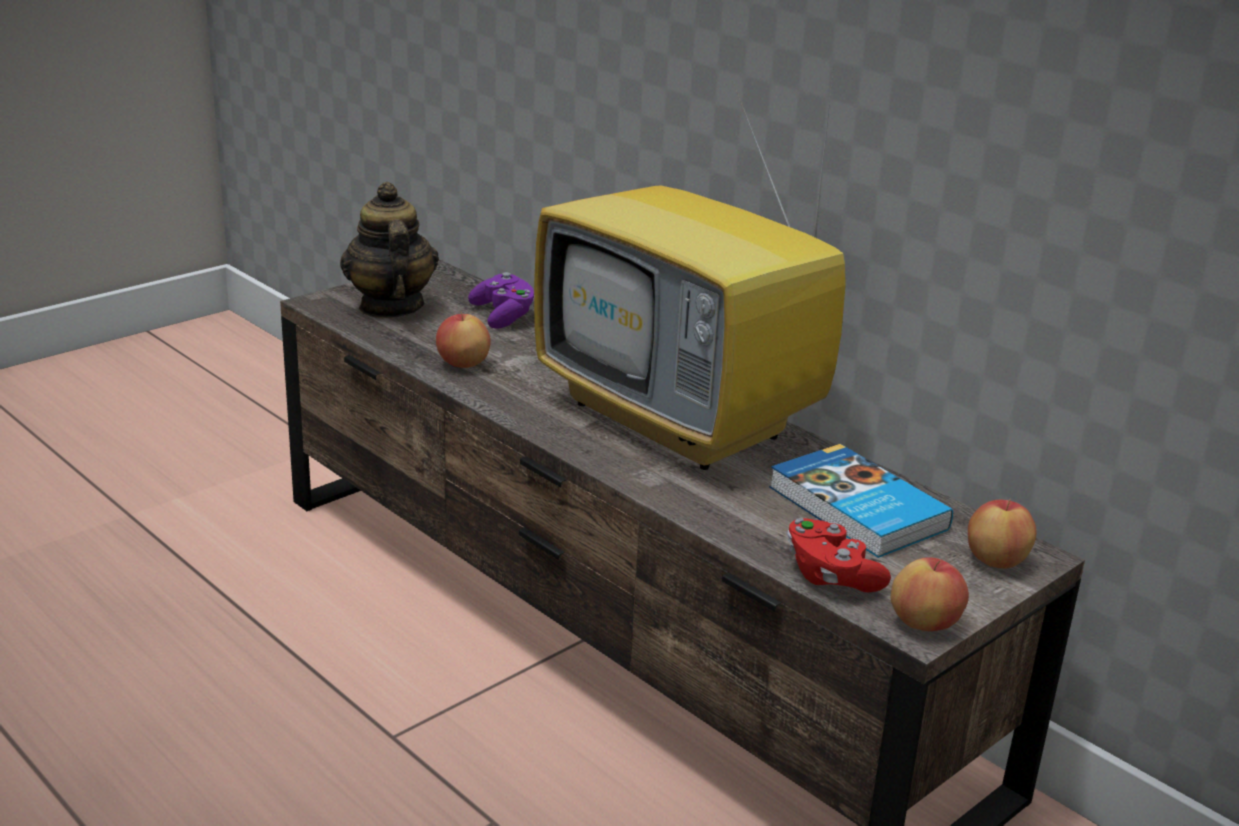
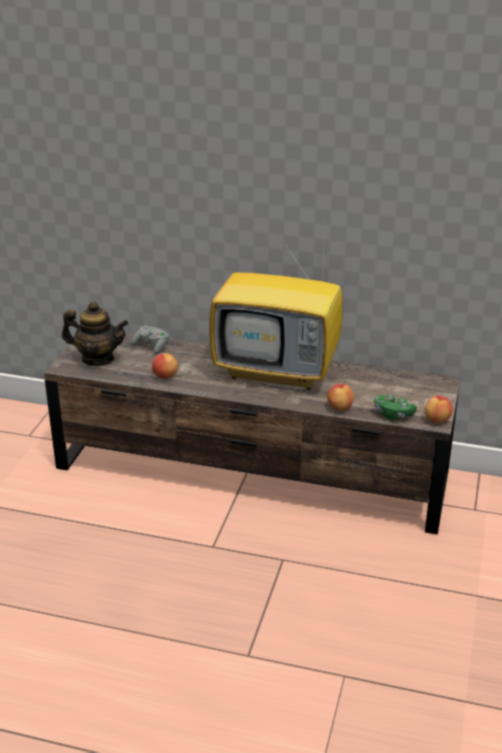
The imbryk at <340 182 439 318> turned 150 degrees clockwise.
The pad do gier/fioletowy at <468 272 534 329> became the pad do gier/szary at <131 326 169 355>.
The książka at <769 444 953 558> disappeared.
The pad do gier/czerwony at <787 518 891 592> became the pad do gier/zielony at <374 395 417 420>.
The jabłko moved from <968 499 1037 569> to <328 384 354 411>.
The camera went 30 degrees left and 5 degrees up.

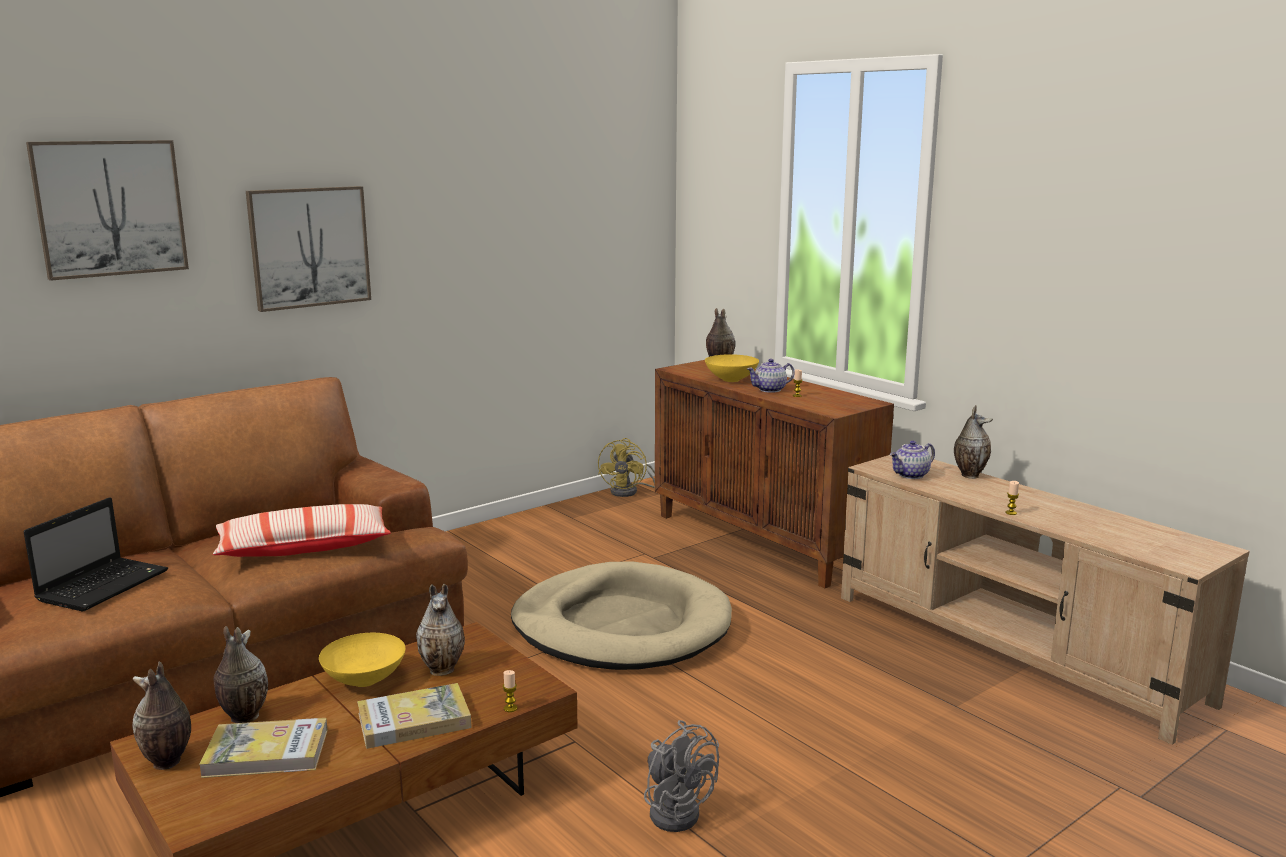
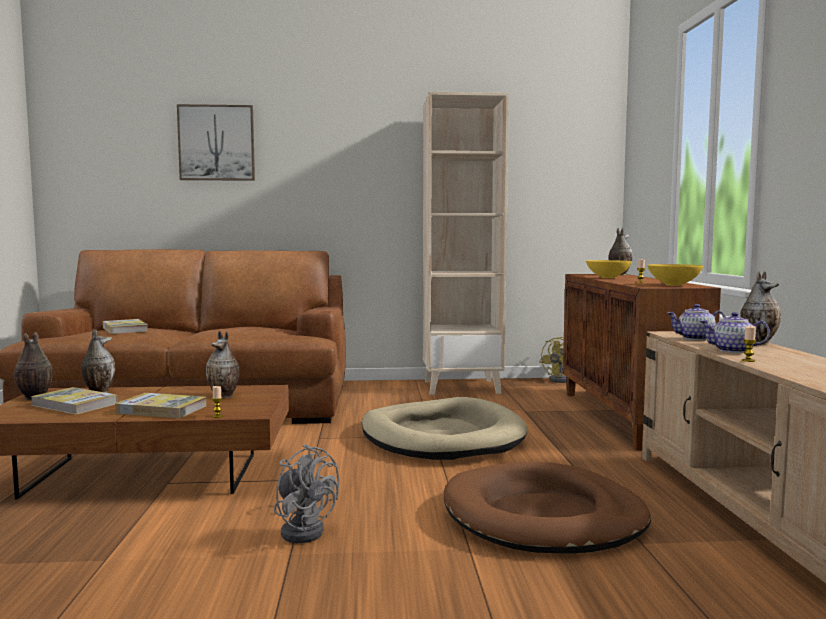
The laptop at <23 497 168 611> was replaced by the książka at <103 319 148 334>.
The poduszka at <213 504 391 557> disappeared.
The obraz at <246 186 371 312> disappeared.
The miska/żółty moved from <319 633 406 687> to <647 264 703 286>.
The wentylator/szary at <644 720 719 832> turned 45 degrees counterclockwise.
The imbryk moved from <747 359 794 393> to <700 312 770 353>.
The regał/beżowy at <423 92 509 395> appeared.
The legowisko/brązowy at <444 462 651 554> appeared.
The camera went 35 degrees right and 10 degrees down.

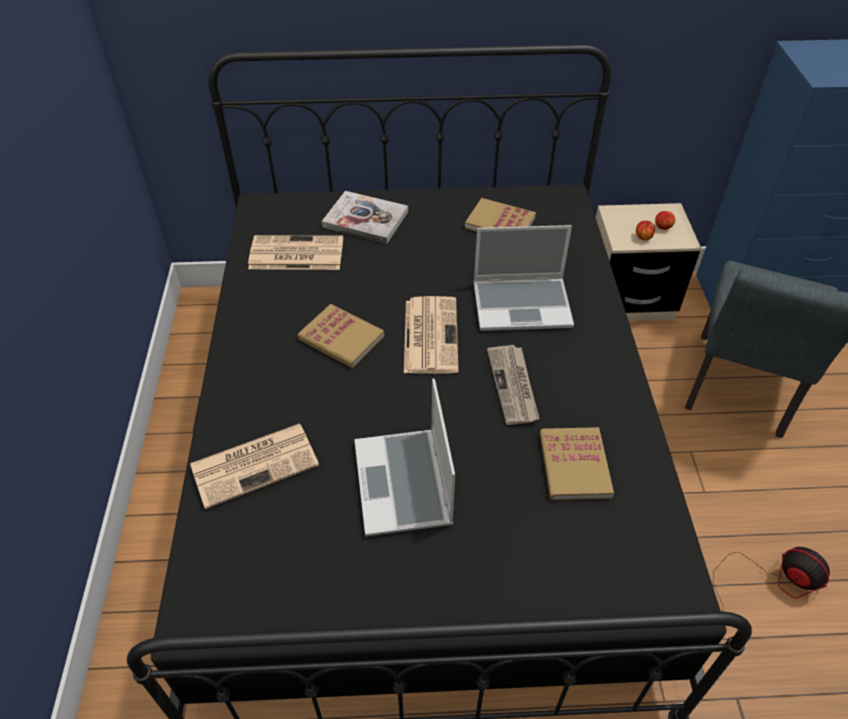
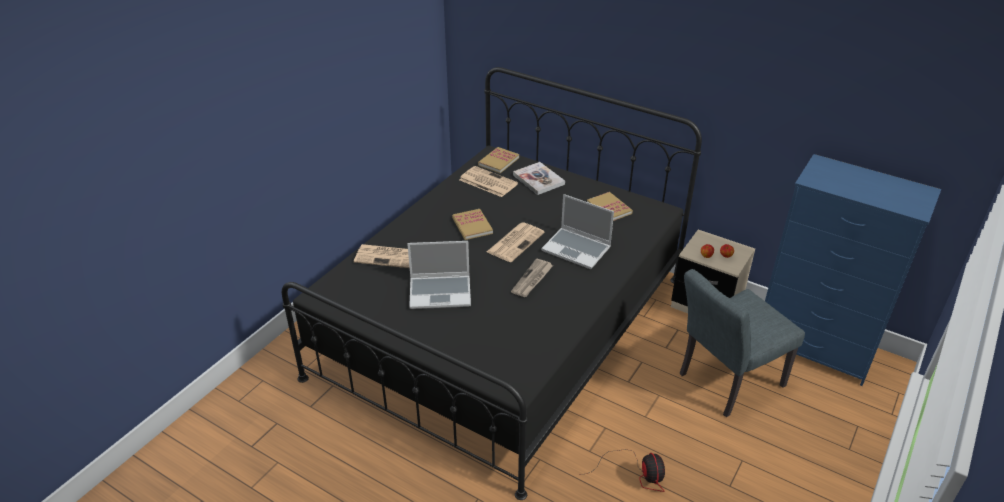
The laptop at <354 378 455 536> turned 120 degrees counterclockwise.
The książka moved from <540 427 614 500> to <478 147 519 173>.
The camera went 35 degrees right and 10 degrees down.

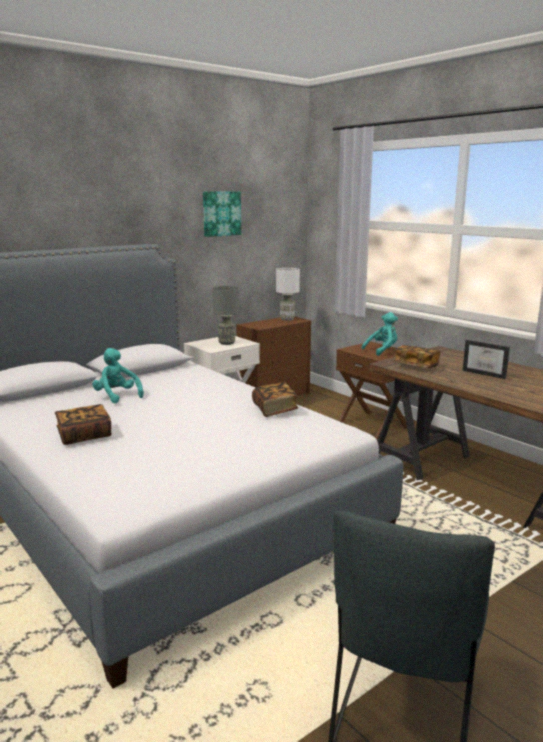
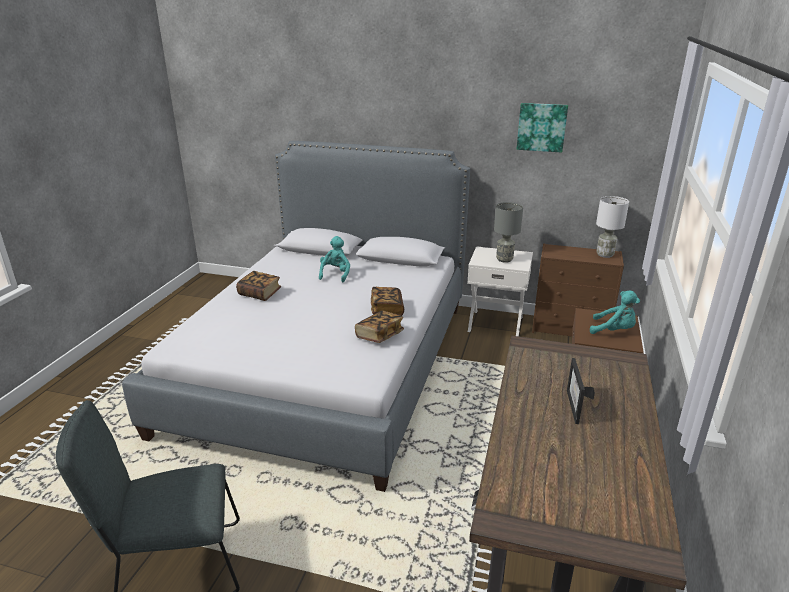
The książka moved from <394 345 440 368> to <371 287 404 316>.
The camera went 55 degrees right and 10 degrees up.

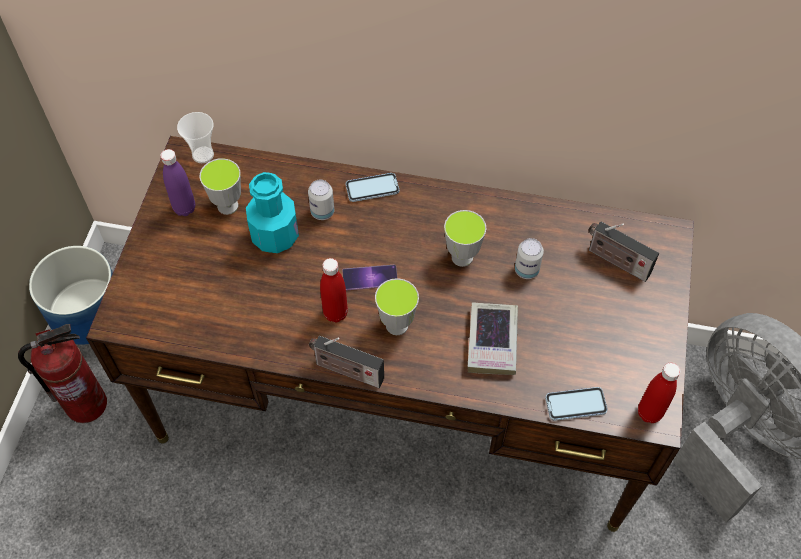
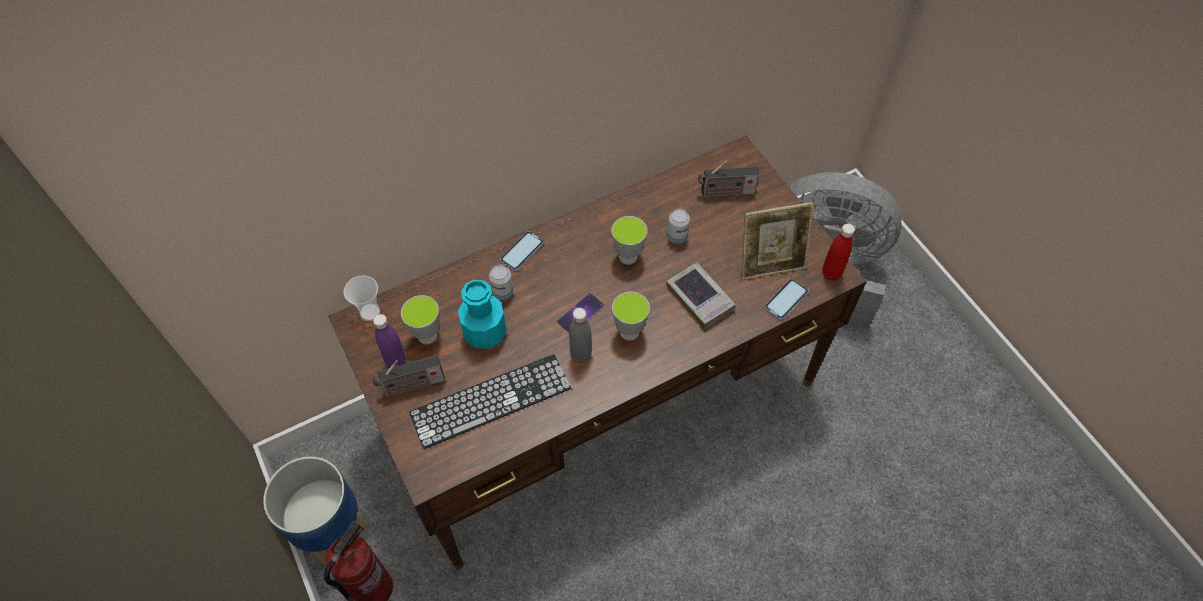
The radio moved from <309 336 384 388> to <373 355 445 397>.
The butelka/czerwony at <320 258 348 323> became the butelka/szary at <569 308 592 363>.
The klawiatura at <409 354 571 449> appeared.
The ramka na zdjęcie at <741 202 814 280> appeared.
The camera went 40 degrees left and 0 degrees up.

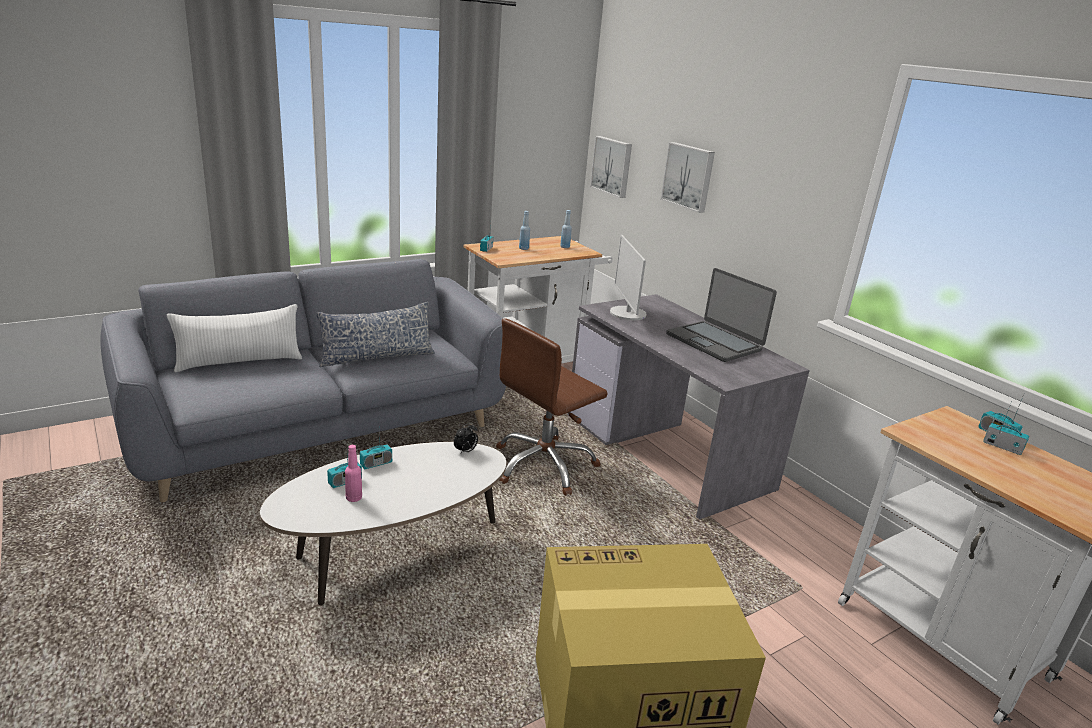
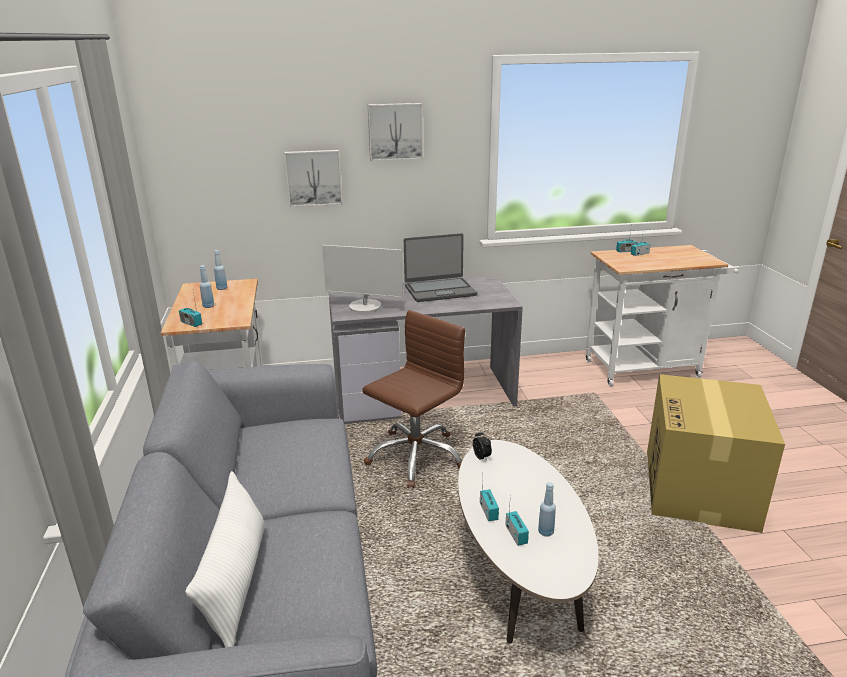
The poduszka at <316 302 435 367> disappeared.
The butelka/różowy at <345 445 362 502> became the butelka/niebieski at <538 482 556 537>.
The krzesło biurowe/brązowy at <496 318 608 496> turned 120 degrees counterclockwise.
The obraz moved from <590 136 632 198> to <368 103 423 161>.
The camera went 65 degrees left and 0 degrees up.

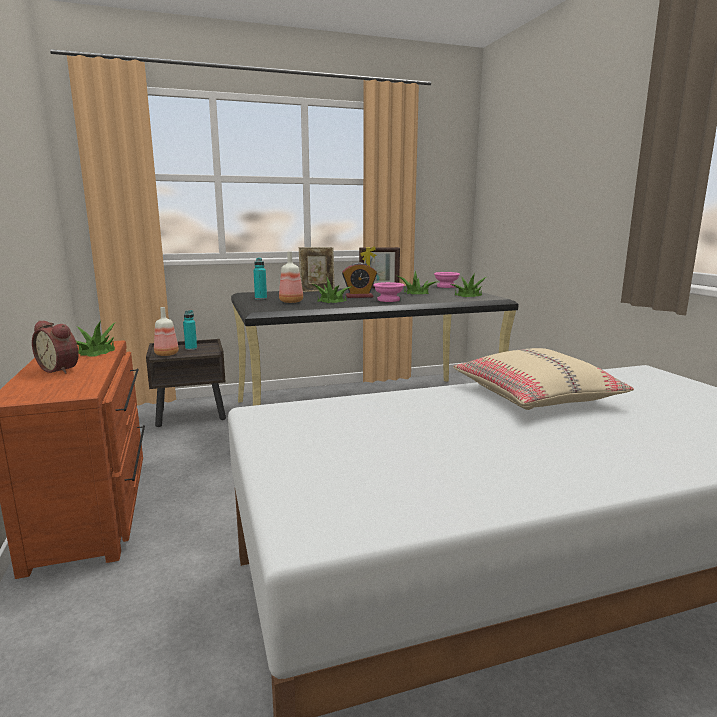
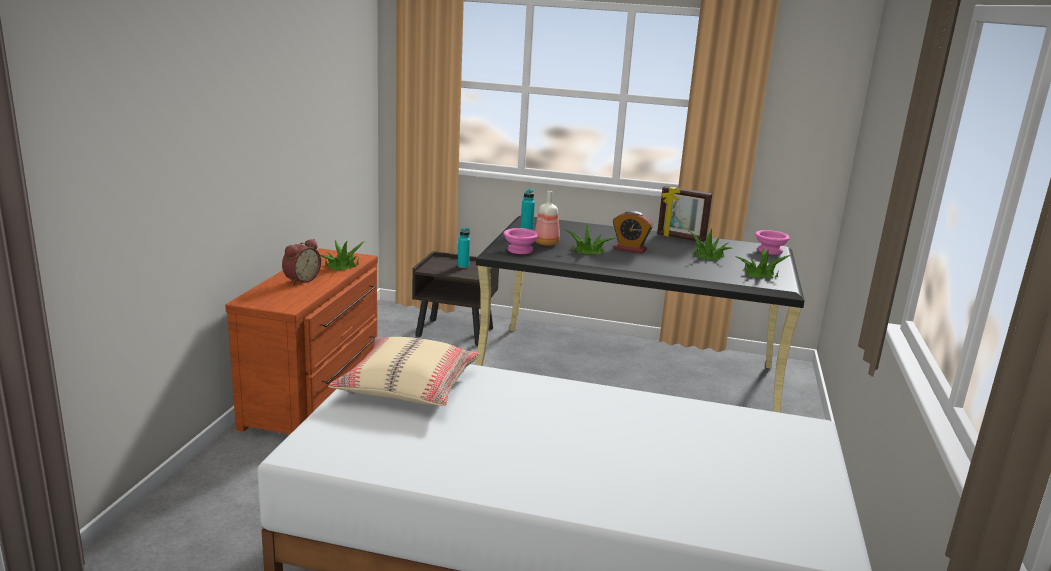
The budzik at <32 320 79 374> turned 120 degrees counterclockwise.
The butelka at <154 307 179 356> disappeared.
The ramka na zdjęcie at <299 247 335 292> disappeared.
The miska/różowy moved from <373 282 405 302> to <504 228 539 254>.
The poduszka/beżowy moved from <453 348 634 410> to <328 337 480 406>.
The camera went 30 degrees right and 5 degrees up.

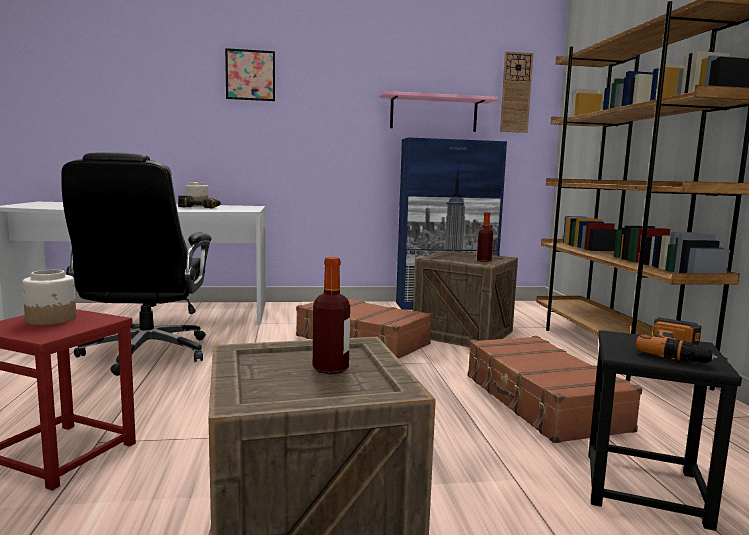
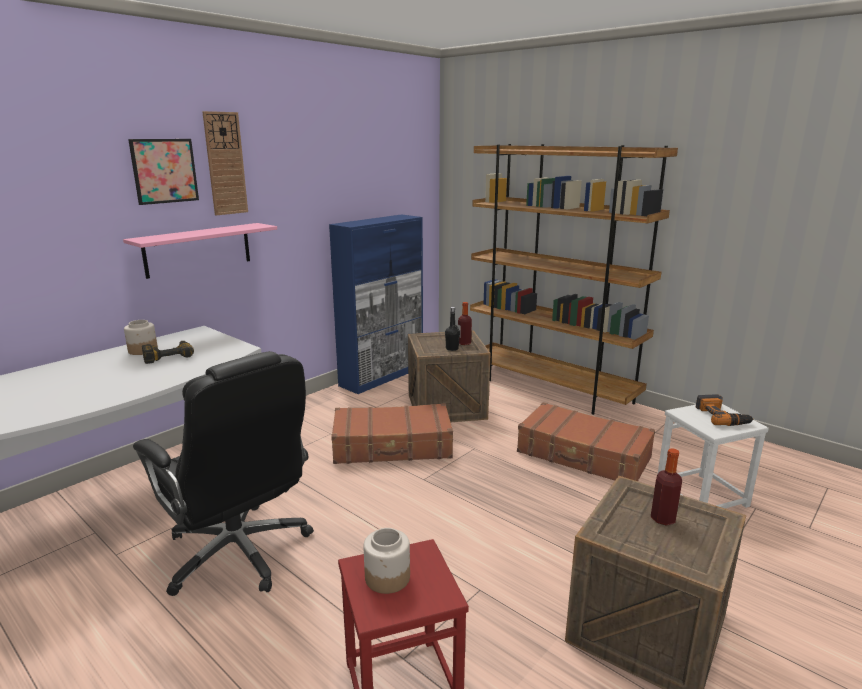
The półka/różowy moved from <379 91 499 132> to <123 223 277 279>.
The zegar ścienny moved from <500 51 533 133> to <202 111 248 215>.
The stołek/czarny at <588 330 742 531> became the stołek/biały at <658 404 769 508>.
The butelka/czarny at <445 307 460 351> appeared.
The camera went 40 degrees left and 10 degrees up.

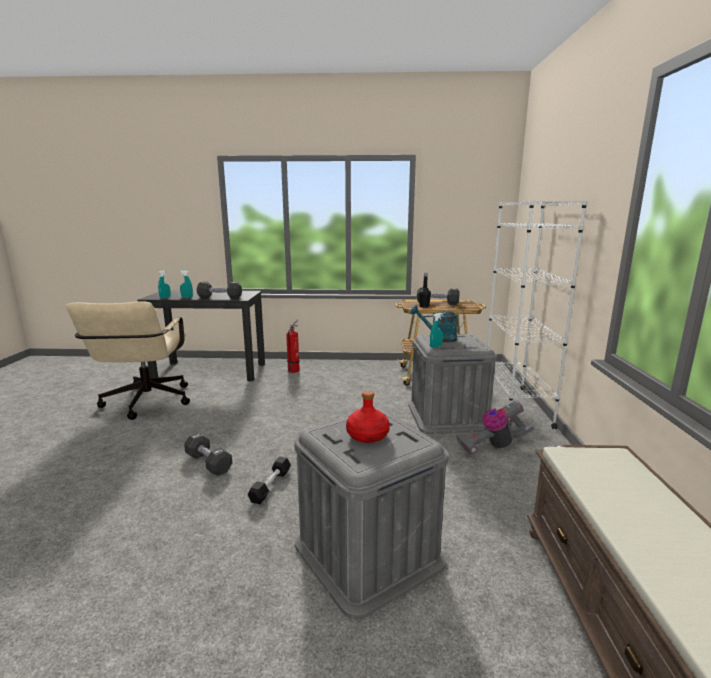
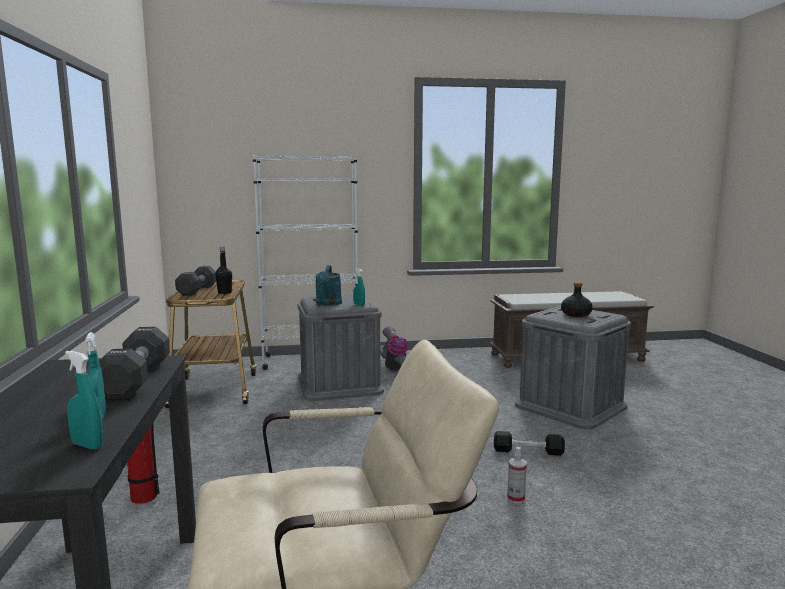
The hantel/czarny at <184 433 232 476> was replaced by the spryskiwacz at <507 447 527 504>.
The butelka/czerwony at <346 391 390 443> became the butelka/czarny at <561 282 593 317>.
The camera went 100 degrees left and 5 degrees down.

